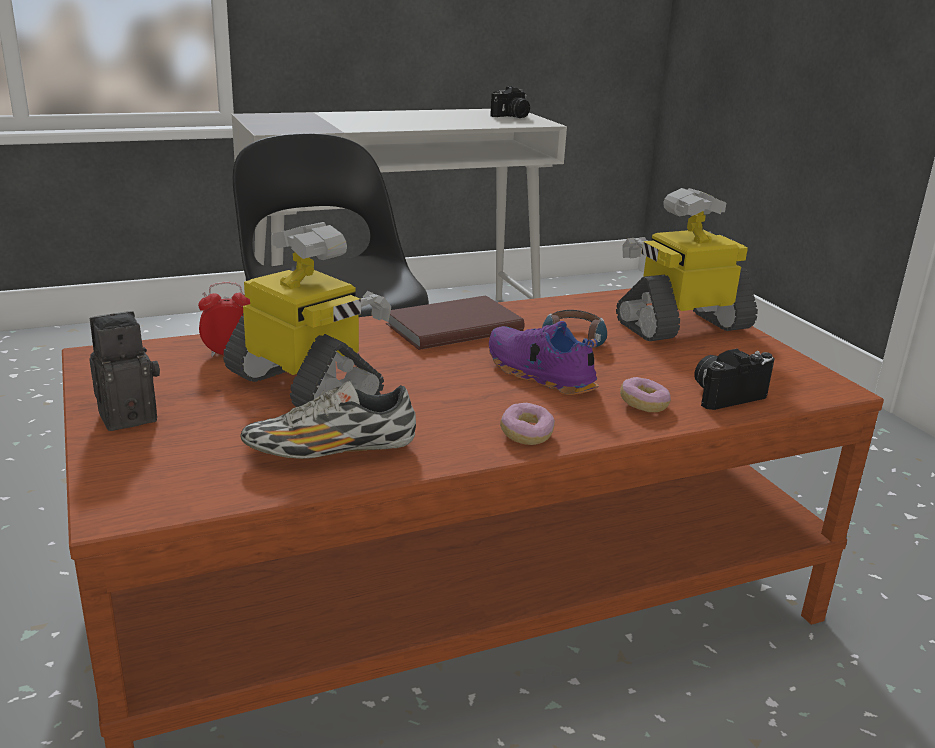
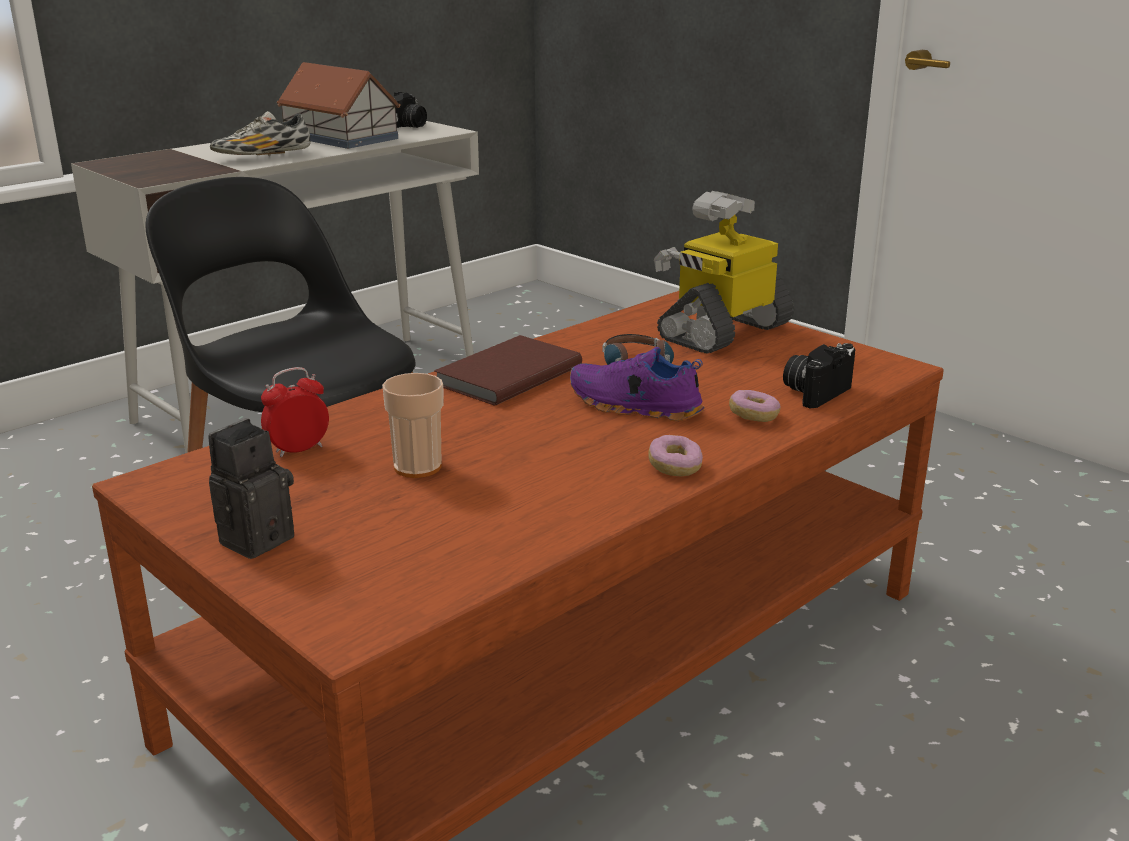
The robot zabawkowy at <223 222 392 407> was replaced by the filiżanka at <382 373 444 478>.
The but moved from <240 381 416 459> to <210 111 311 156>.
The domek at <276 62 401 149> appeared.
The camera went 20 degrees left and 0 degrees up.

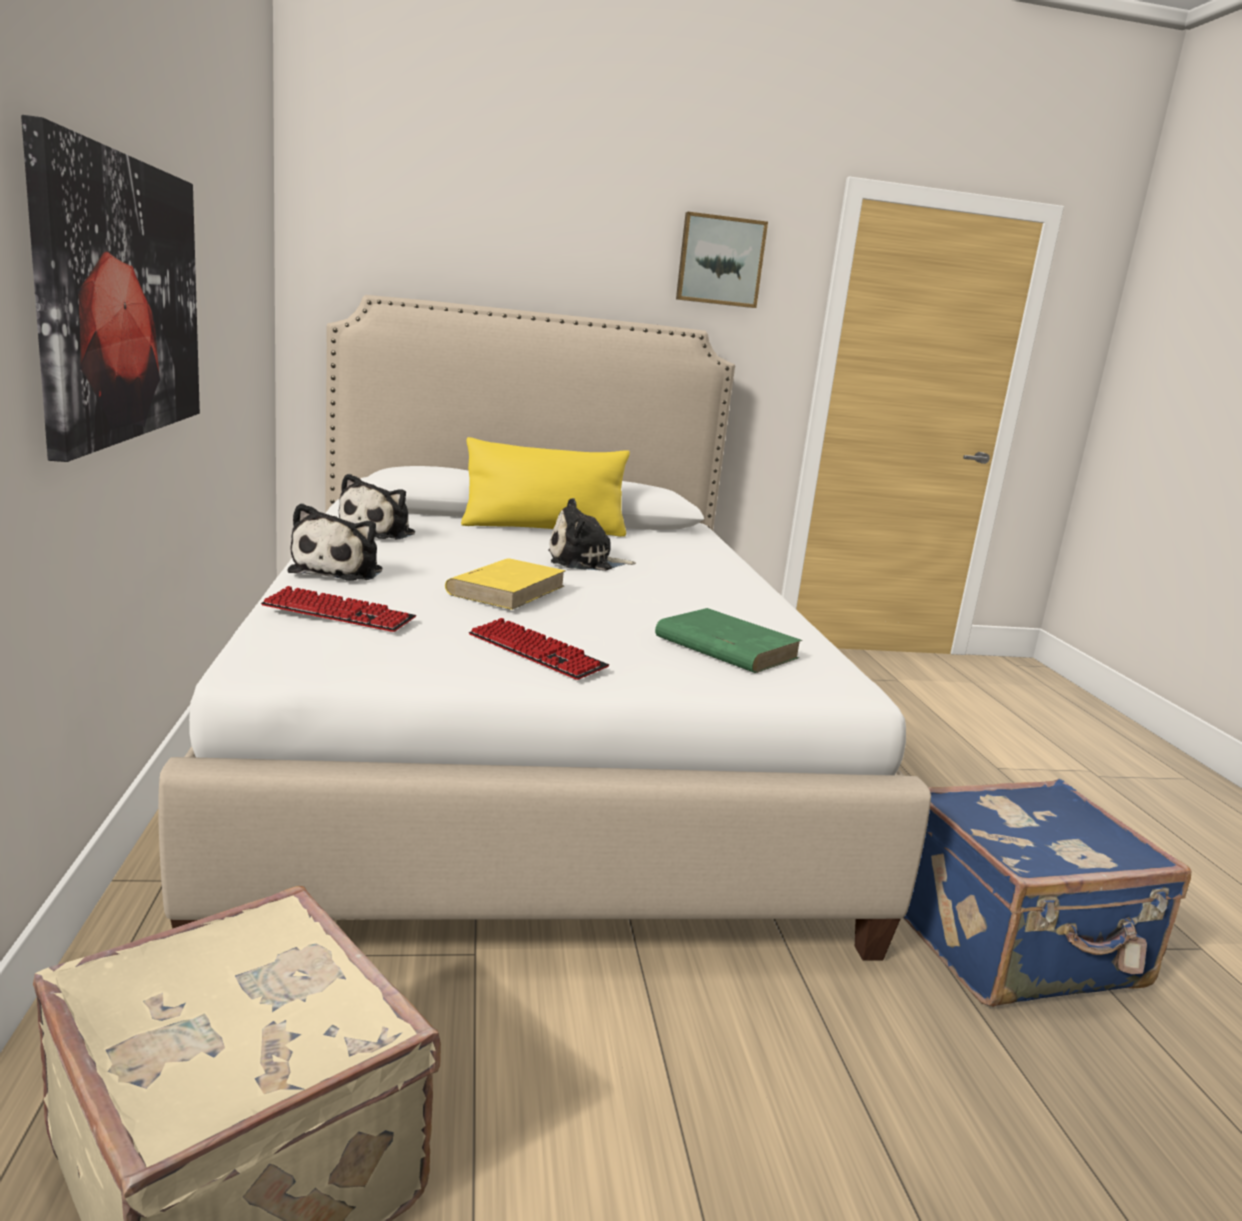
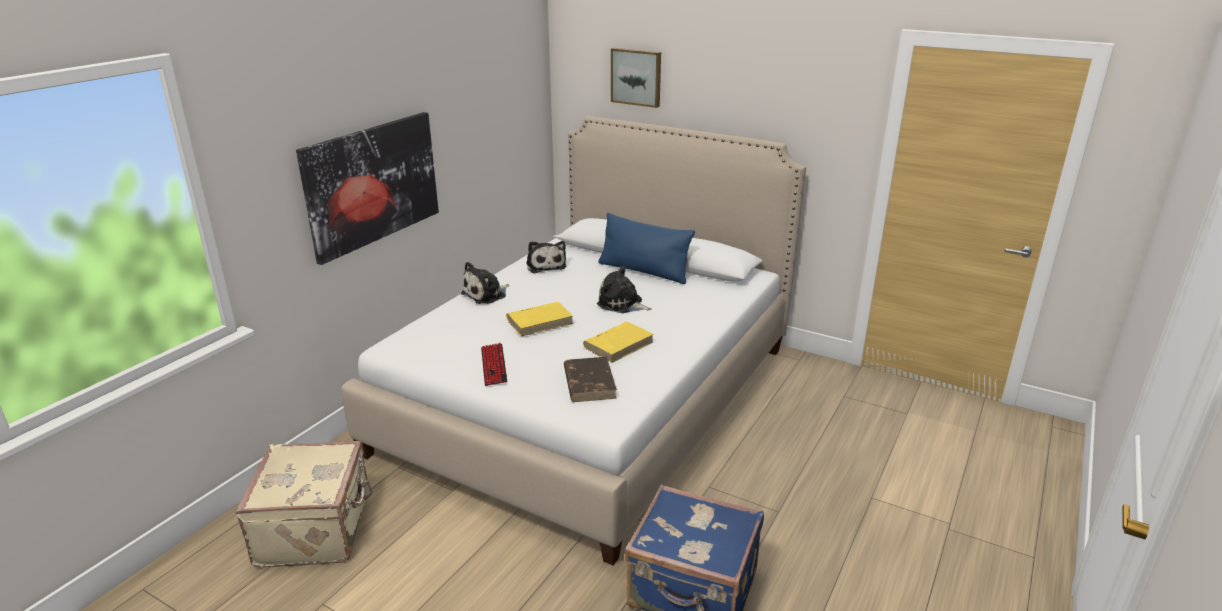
The klawiatura at <261 586 416 632> disappeared.
The pluszak at <339 474 415 540> turned 75 degrees counterclockwise.
The poduszka/żółty at <461 437 630 537> became the poduszka/niebieski at <598 213 695 284>.
The książka/zielony at <655 608 802 673> became the książka/brązowy at <564 357 617 402>.
The obraz moved from <676 212 768 308> to <611 48 661 108>.
The książka/żółty at <583 322 653 363> appeared.
The camera went 40 degrees right and 10 degrees up.

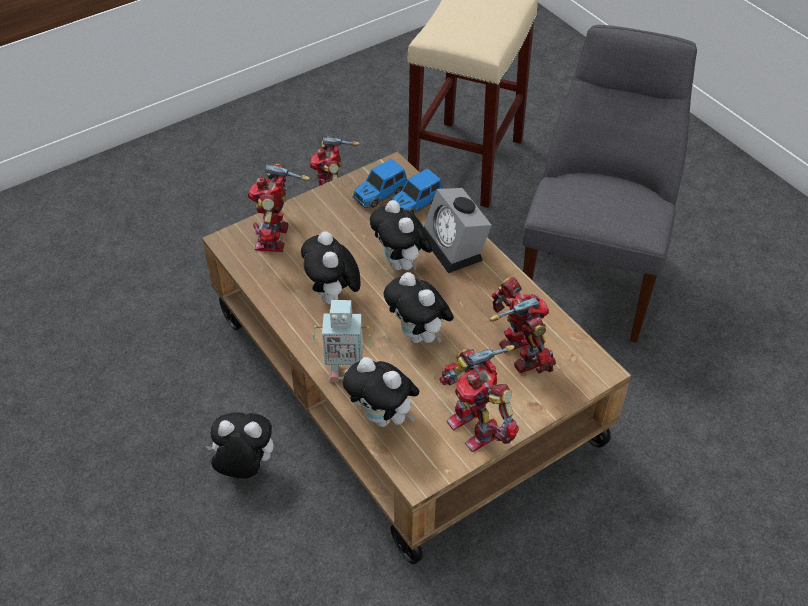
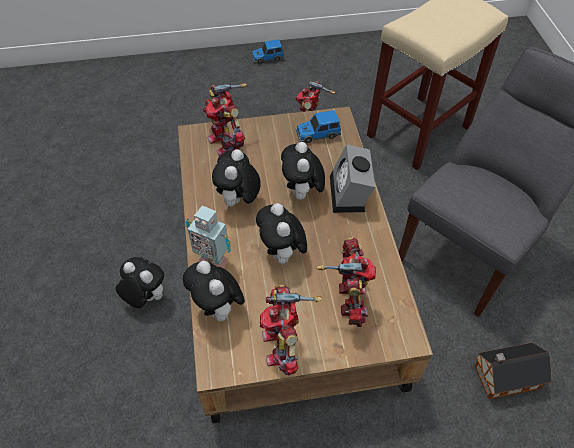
The robot zabawkowy at <248 164 310 252> turned 60 degrees counterclockwise.
The samochodzik moved from <390 168 443 214> to <252 39 284 64>.
The domek at <475 343 552 399> appeared.
The camera went 25 degrees right and 5 degrees up.

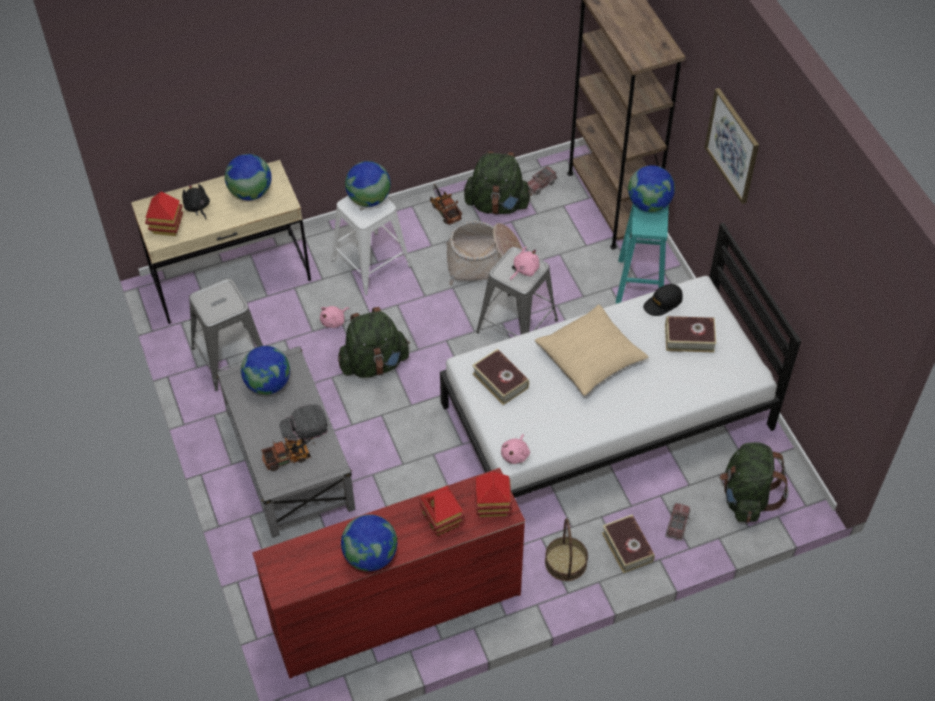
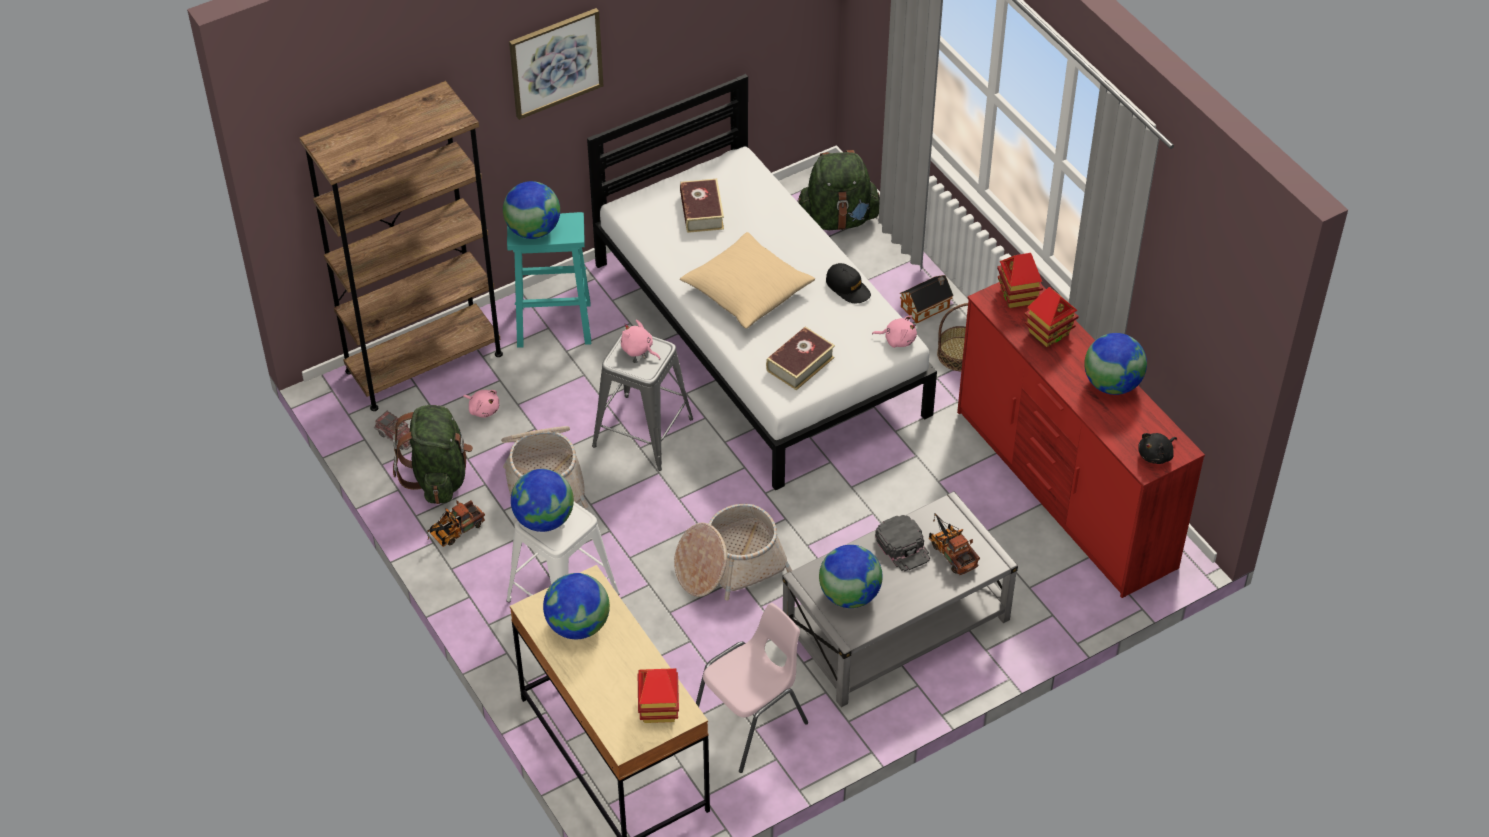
The pluszak/czarny moved from <182 184 210 220> to <1138 433 1177 464>.
The stołek/szary at <189 279 263 391> was replaced by the krzesło/różowy at <696 603 808 773>.
The pluszak/różowy moved from <320 306 349 328> to <463 390 499 418>.
The plecak/zielony at <338 307 410 378> was replaced by the koszyk at <674 504 792 600>.
The książka at <602 514 655 573> was replaced by the domek at <900 275 954 323>.
The czapka z daszkiem/czarny moved from <643 284 683 316> to <826 263 871 303>.
The ciężarówka zabawkowa at <665 503 691 541> disappeared.
The camera went 100 degrees left and 5 degrees down.

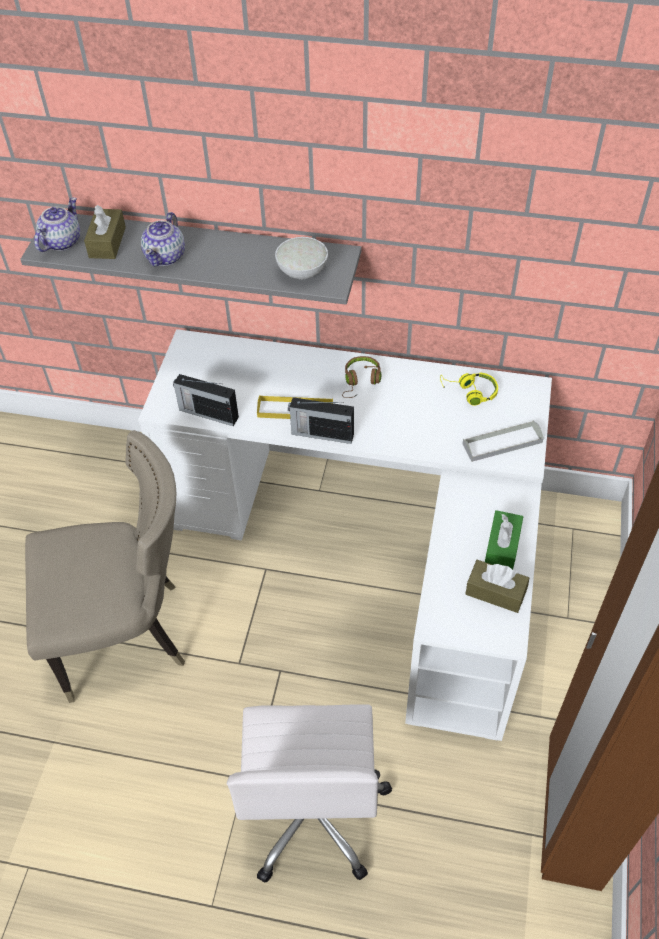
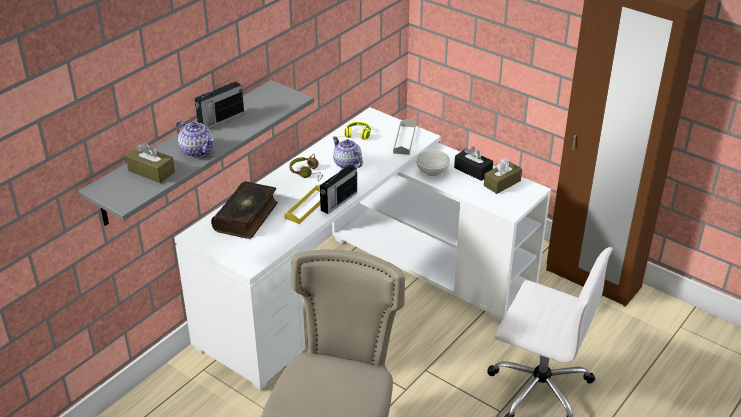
The imbryk moved from <34 198 80 252> to <333 136 363 169>.
The radio moved from <173 374 239 426> to <195 78 244 129>.
The miska/biały moved from <275 237 328 280> to <416 150 451 176>.
The pudełko chusteczek/zielony at <485 510 524 570> became the pudełko chusteczek/czarny at <454 146 493 181>.
The książka at <211 181 278 239> appeared.
The camera went 65 degrees left and 15 degrees down.

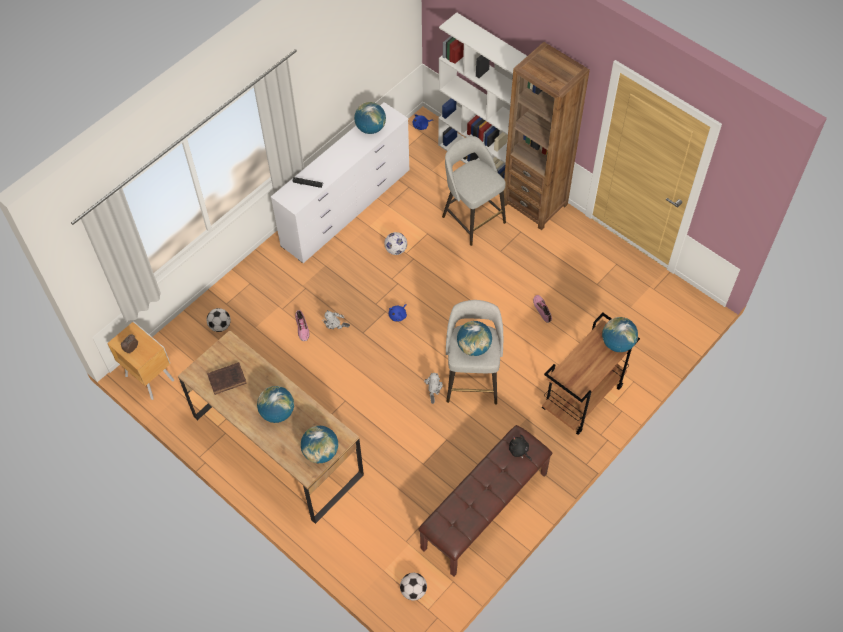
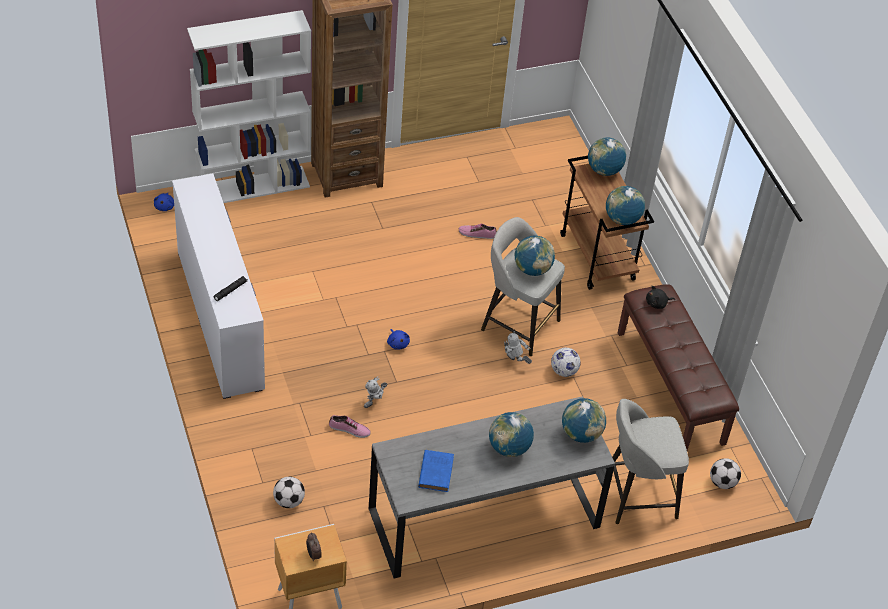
The biurko/brązowy at <178 330 364 524> became the biurko/szary at <369 396 615 579>.
The książka/brązowy at <207 362 247 395> became the książka/niebieski at <418 450 454 492>.
The globus moved from <354 102 386 134> to <606 186 645 225>.
The piłka futbolowa moved from <384 232 407 255> to <551 347 581 377>.
The stołek/szary moved from <442 136 506 246> to <612 399 689 524>.
The camera went 65 degrees left and 10 degrees down.

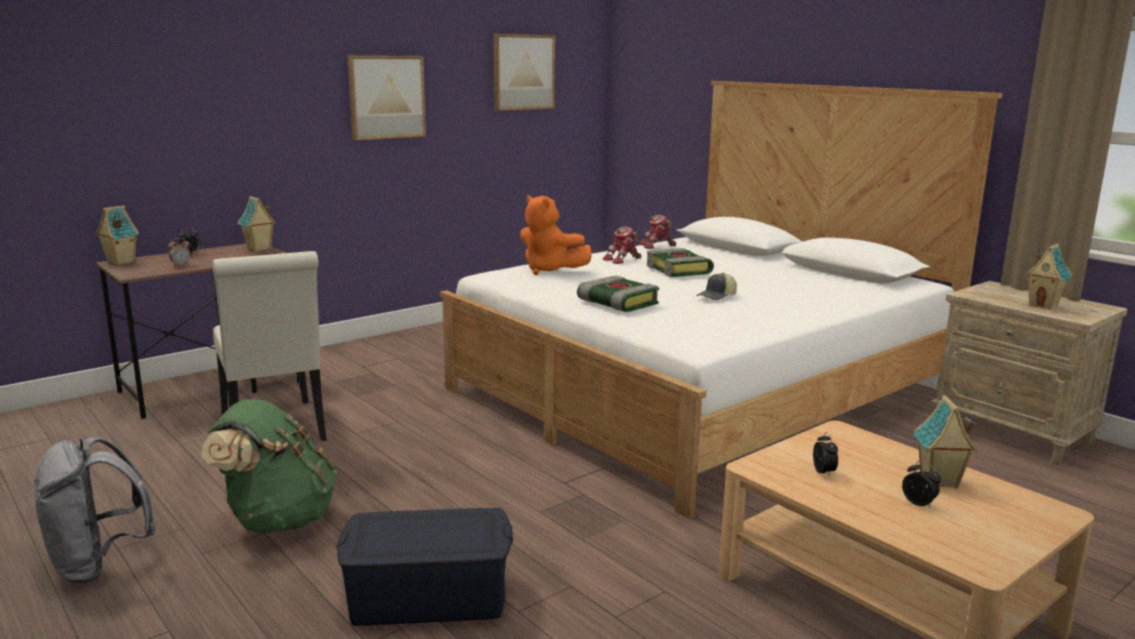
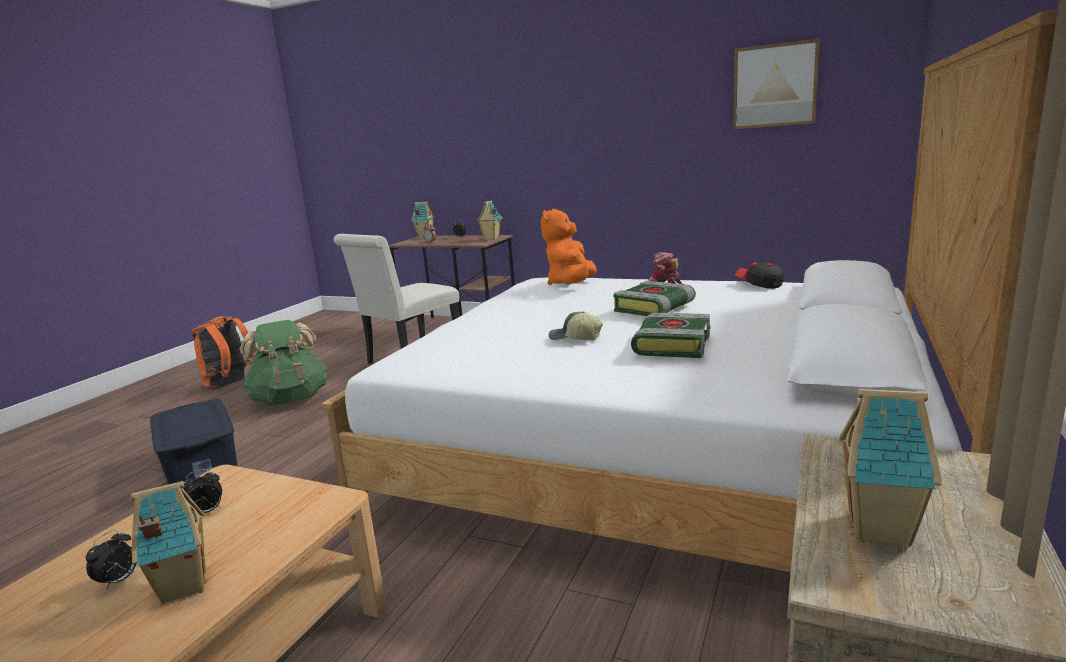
The plecak/szary at <34 437 156 583> became the plecak/pomarańczowy at <191 316 252 390>.
The obraz at <347 55 426 140> disappeared.
The książka moved from <577 275 659 312> to <631 313 711 358>.
The robot zabawkowy at <639 215 676 249> was replaced by the czapka z daszkiem at <735 262 784 289>.
The camera went 65 degrees right and 0 degrees up.

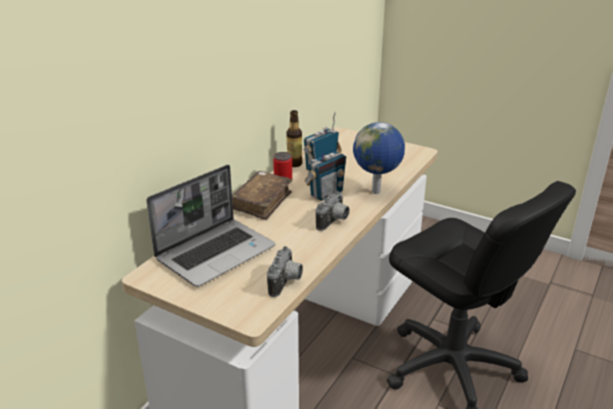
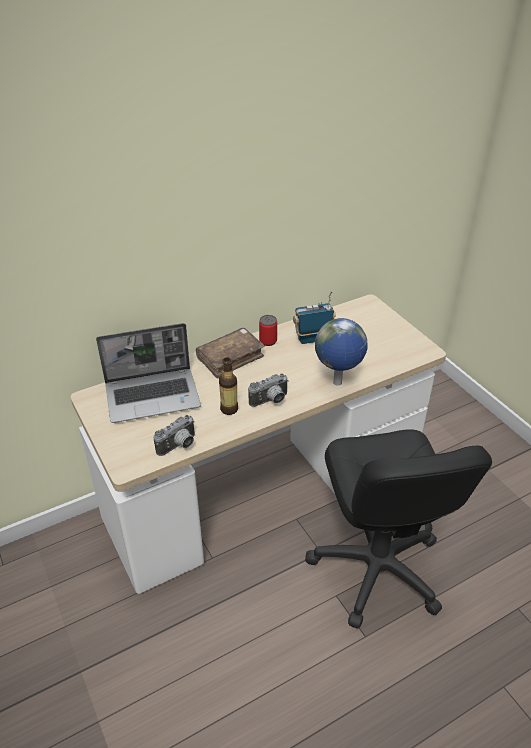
The butelka moved from <286 110 302 167> to <219 357 238 415>.
The radio at <304 141 346 201> disappeared.
The camera went 30 degrees right and 10 degrees up.

